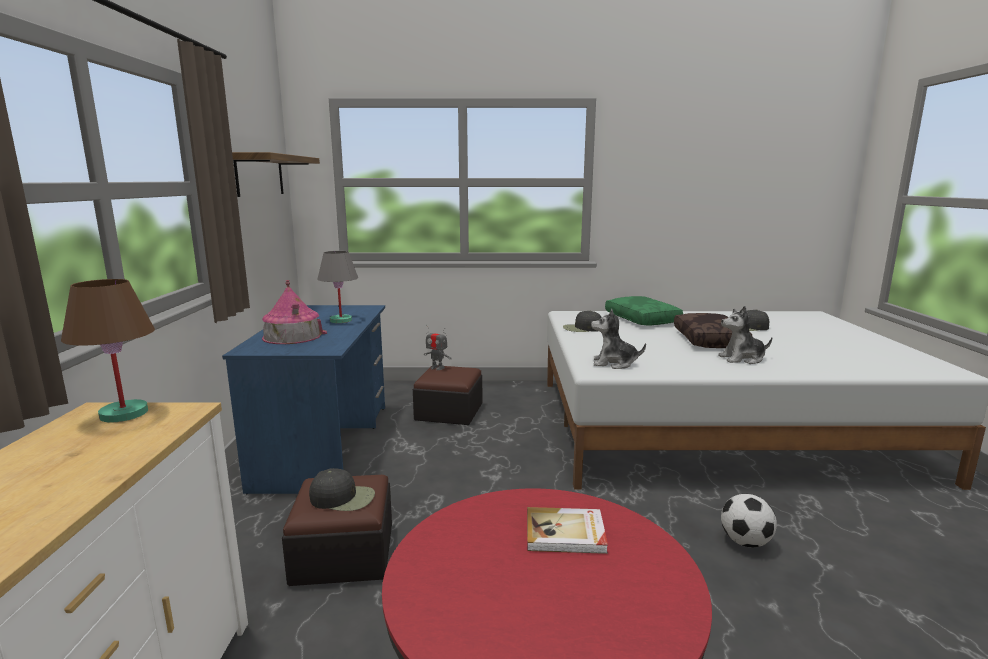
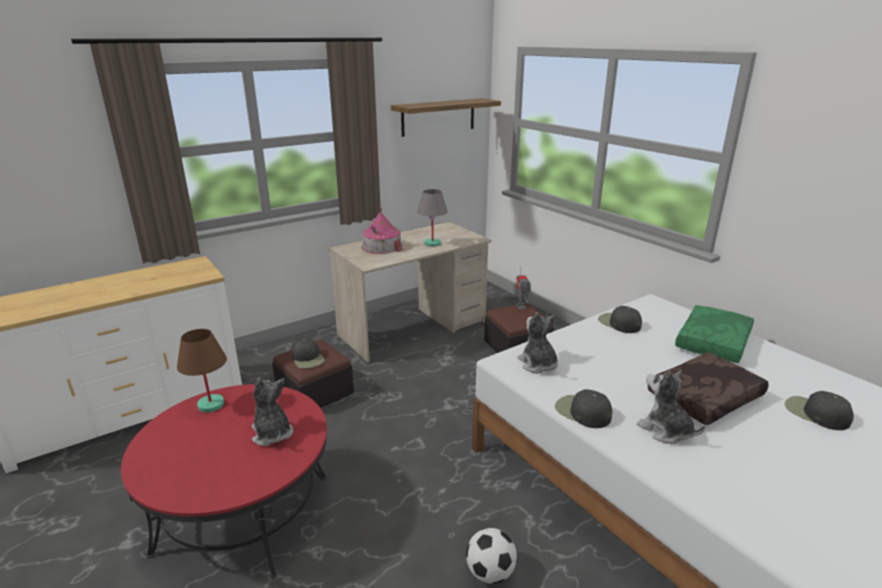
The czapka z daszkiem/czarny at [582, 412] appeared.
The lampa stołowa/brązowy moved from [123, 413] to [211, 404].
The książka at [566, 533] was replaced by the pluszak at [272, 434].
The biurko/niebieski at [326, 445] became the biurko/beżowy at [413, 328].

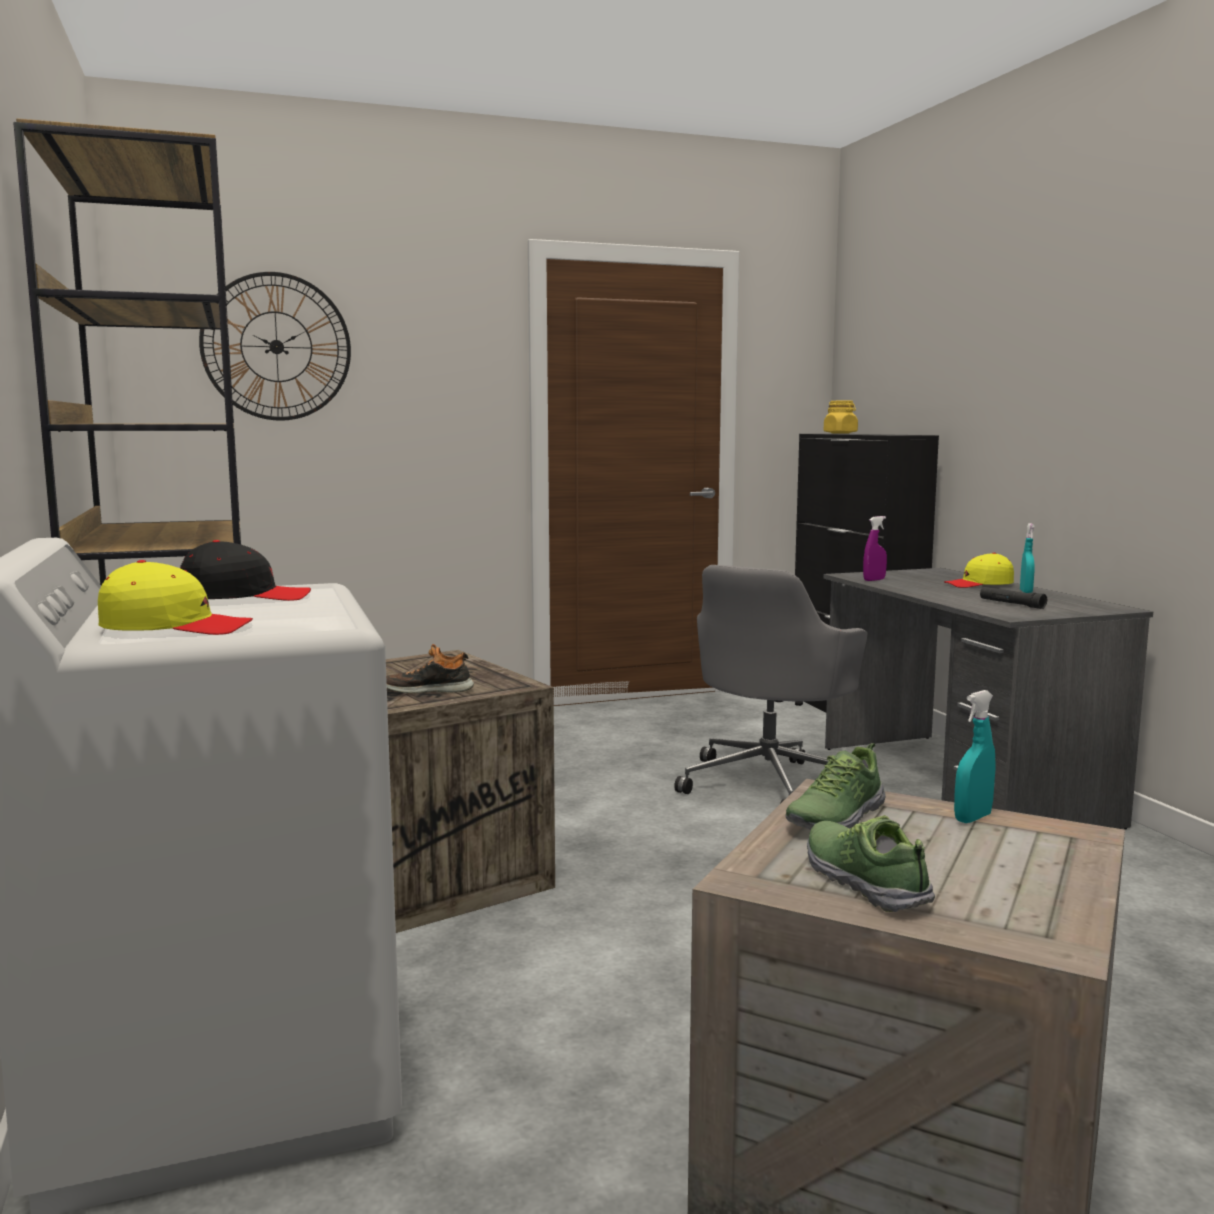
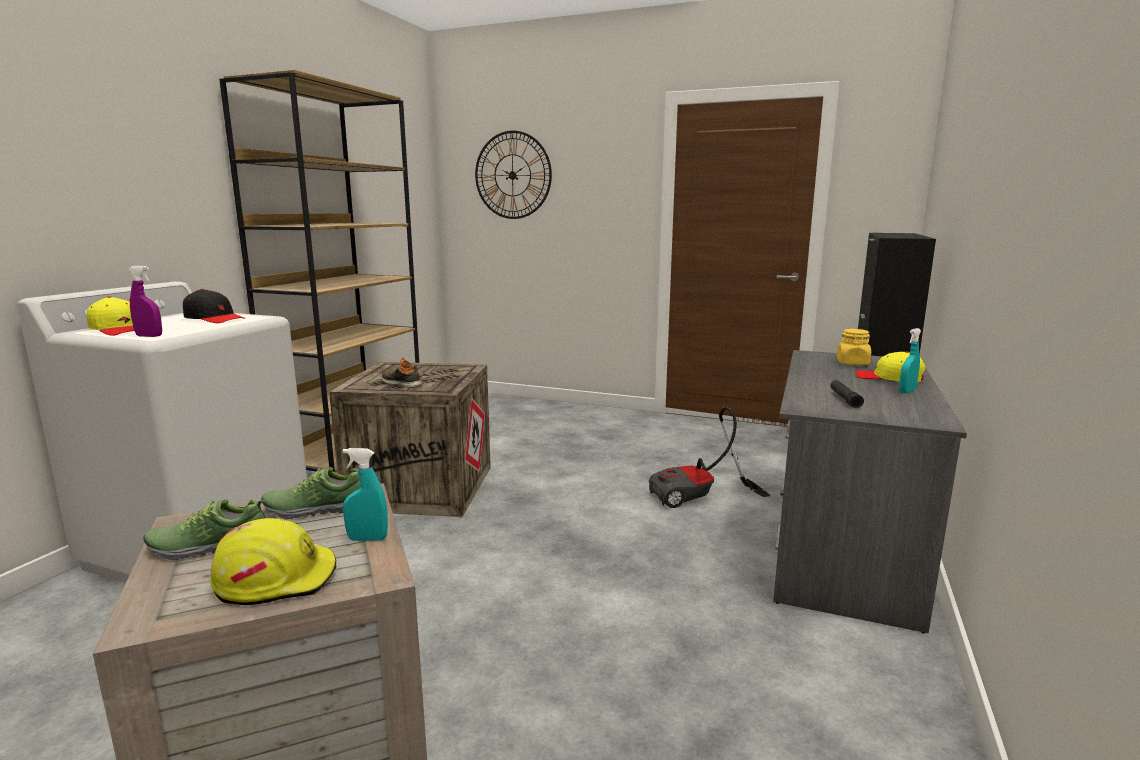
The kask/żółty at [276, 579] appeared.
The słoik/żółty moved from [840, 433] to [852, 363].
The spryskiwacz/fioletowy moved from [874, 580] to [149, 336].
The krzesło biurowe/szary at [770, 783] was replaced by the odkurzacz at [700, 498].
The but at [865, 880] turned 120 degrees counterclockwise.

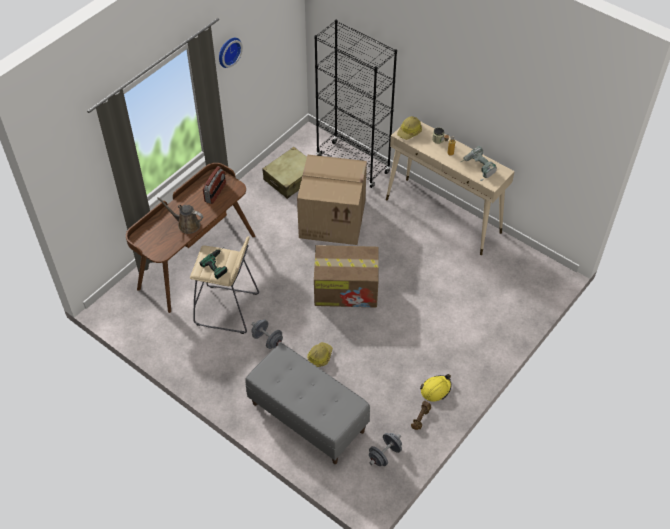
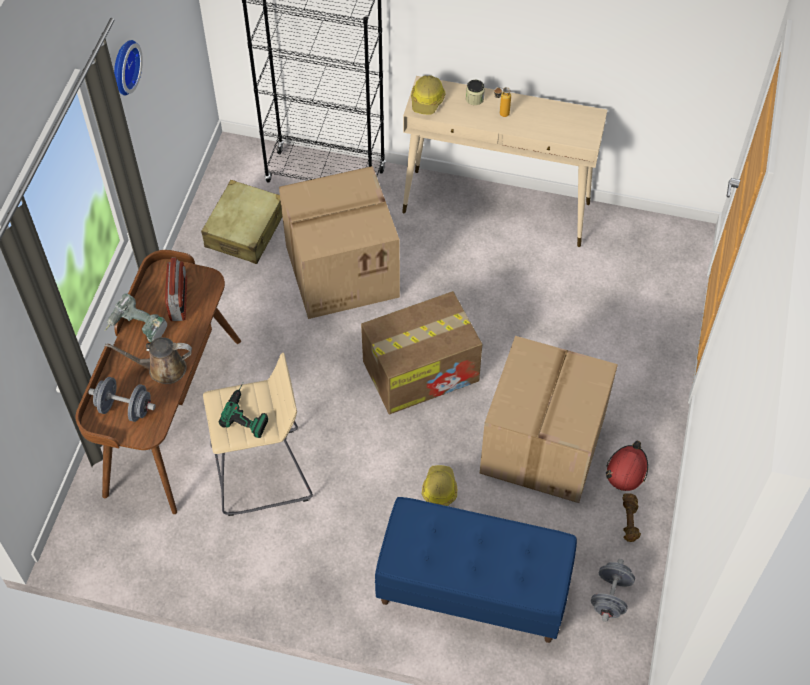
The karton at [544, 447] appeared.
The hantel/szary moved from [267, 340] to [125, 408].
The wiertarka moved from [478, 168] to [137, 329].
The ławka/szary at [307, 417] became the ławka/niebieski at [472, 589].
The kask/żółty at [435, 389] became the kask/czerwony at [626, 470].

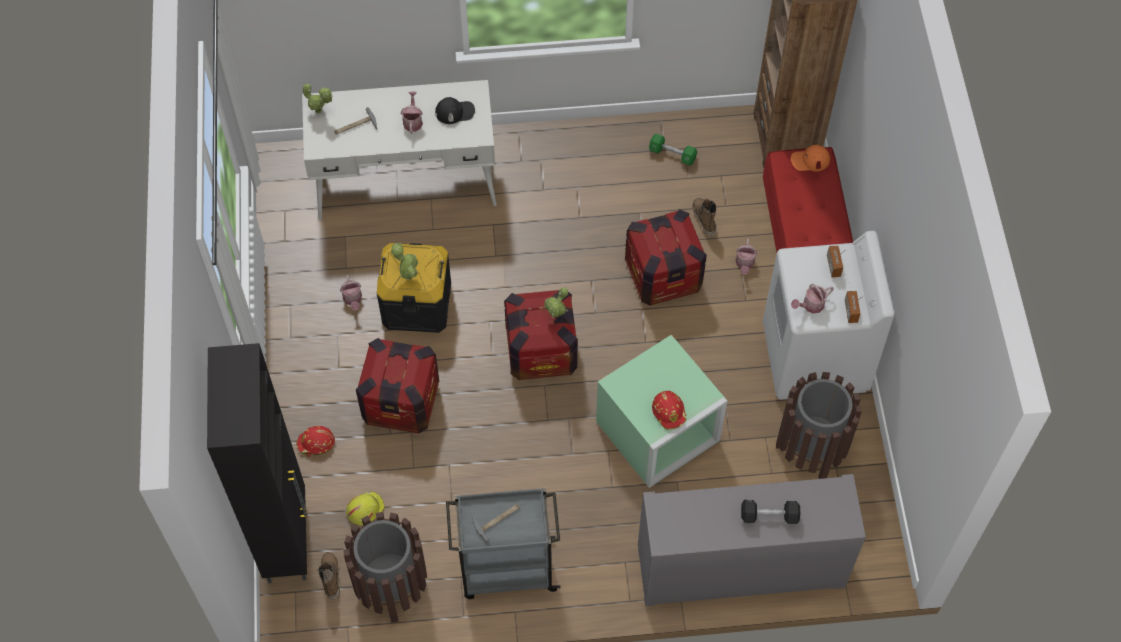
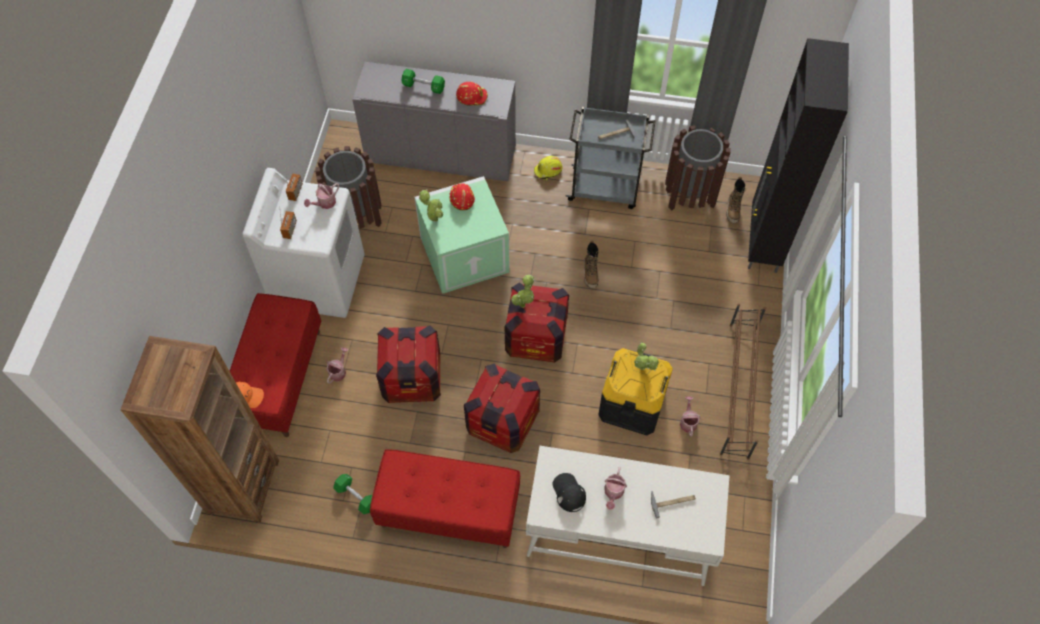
The ławka/czerwony at [448, 511] appeared.
The regał na buty/brązowy at [738, 389] appeared.
The kask/czerwony moved from [316, 444] to [472, 96].
The roślina doniczkowa moved from [320, 112] to [434, 218].
The kask/żółty moved from [365, 509] to [548, 171].
The skrzynka moved from [401, 402] to [502, 421].
The but z cholewką moved from [704, 219] to [590, 274].
The hantel/czarny at [769, 516] became the hantel/zielony at [423, 86].
The czapka z daszkiem/czarny at [455, 112] turned 60 degrees clockwise.
The konewka at [810, 305] turned 150 degrees clockwise.

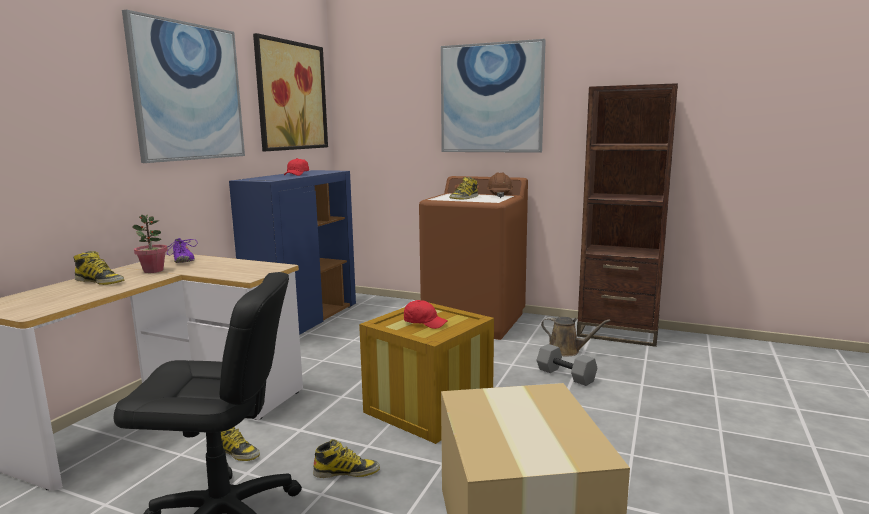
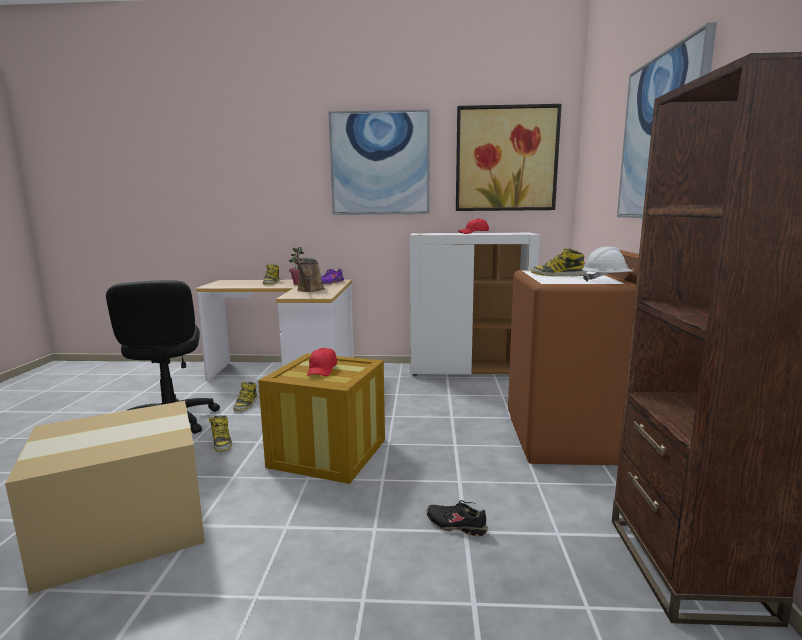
The konewka/brązowy moved from [567, 351] to [309, 290].
The hantel/szary at [566, 375] was replaced by the but/czarny at [456, 525].
The szafka/niebieski at [304, 321] became the szafka/biały at [469, 370].
The kask/brązowy at [499, 196] became the kask/biały at [605, 280].

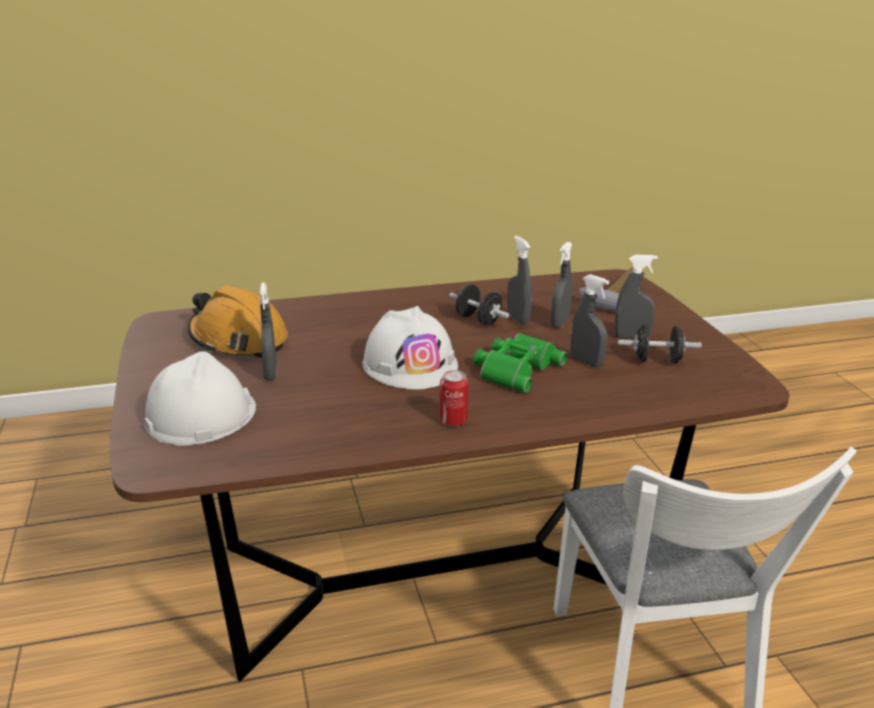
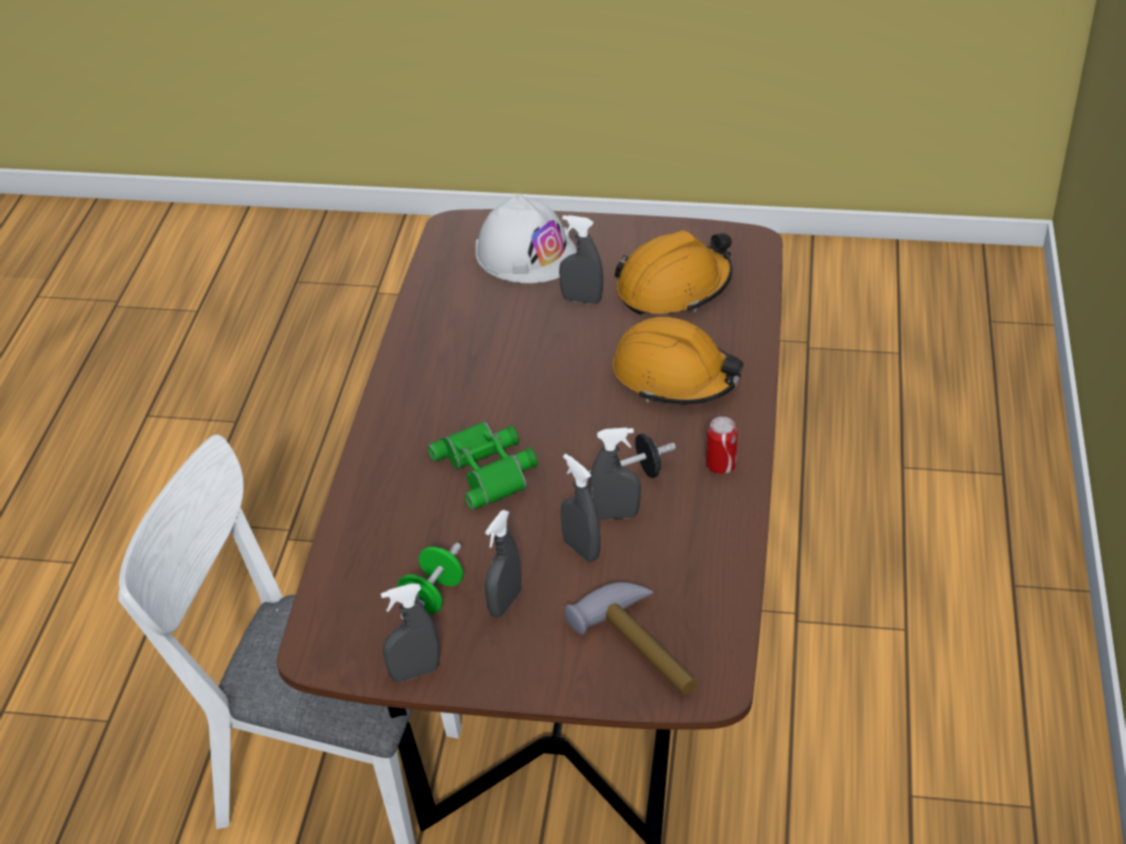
The kask/biały at [410, 364] disappeared.
The kask/pomarańczowy at [675, 377] appeared.
The puszka moved from [453, 420] to [720, 465].
The spryskiwacz/szary moved from [586, 362] to [414, 673].
The hantel/czarny at [657, 361] became the hantel/zielony at [432, 597].

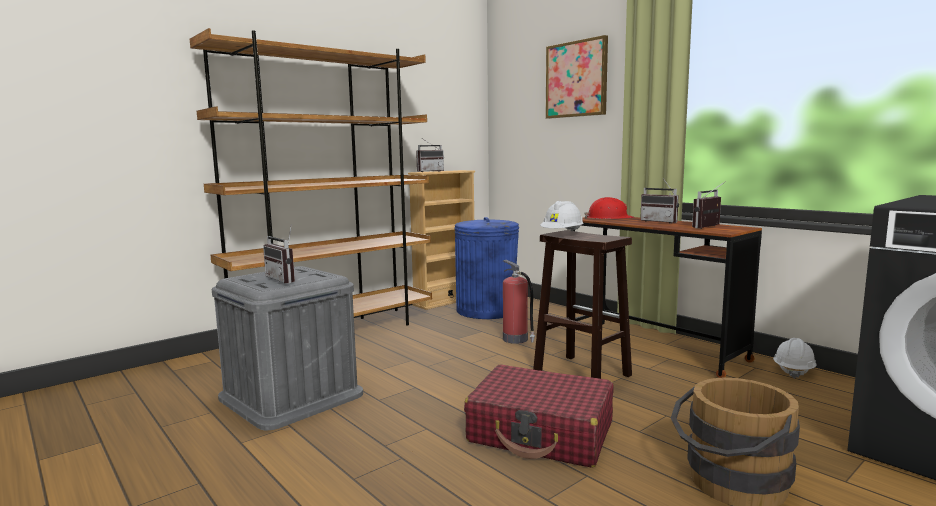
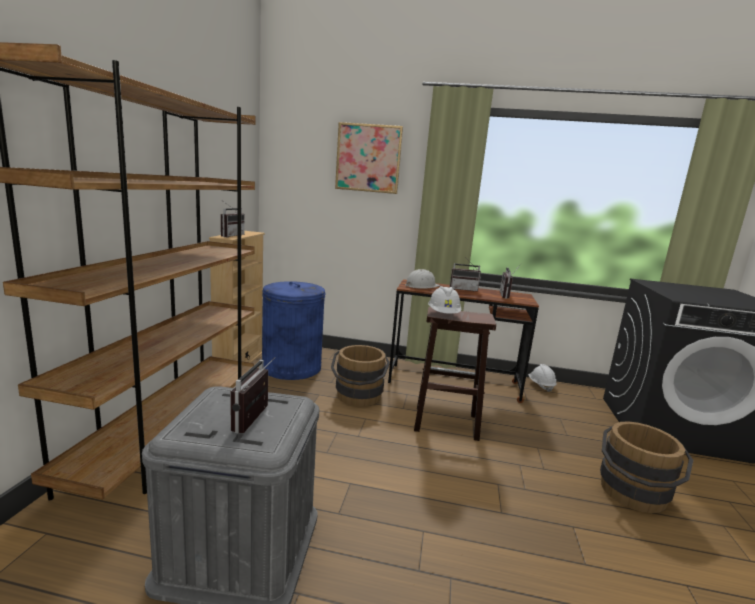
The walizka/czerwony at [541, 432] disappeared.
The gaśnica at [516, 339] was replaced by the wiadro/brązowy at [358, 398].
The kask/czerwony at [609, 218] became the kask/biały at [421, 286].
The radio at [285, 279] turned 90 degrees clockwise.

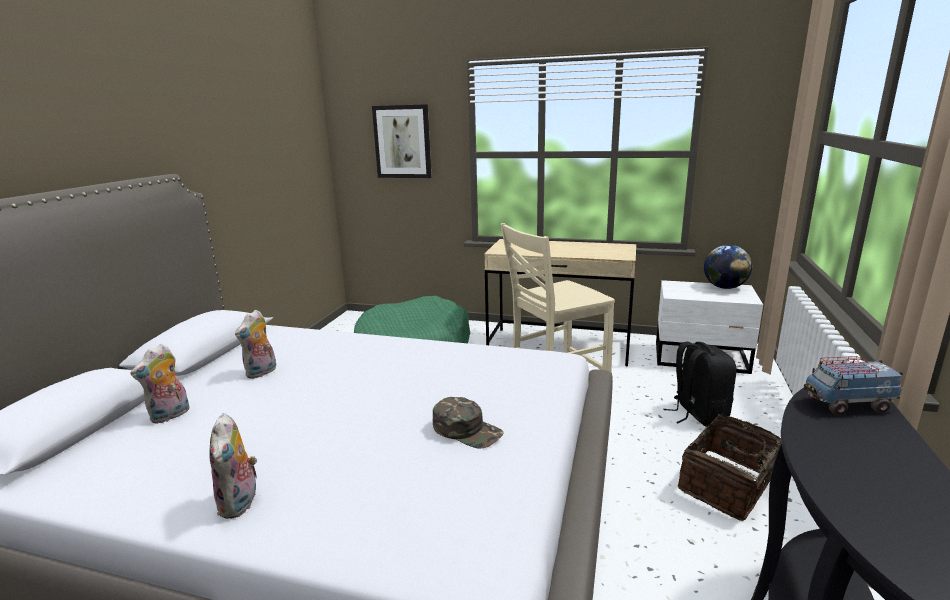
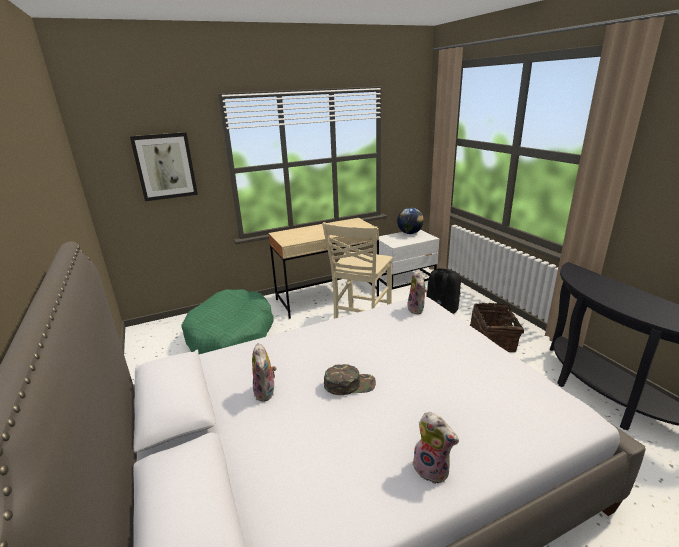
The ciężarówka zabawkowa at [846, 404] disappeared.
The pluszak moved from [170, 416] to [417, 309].
The czapka z daszkiem/zielony moved from [467, 430] to [349, 384].

